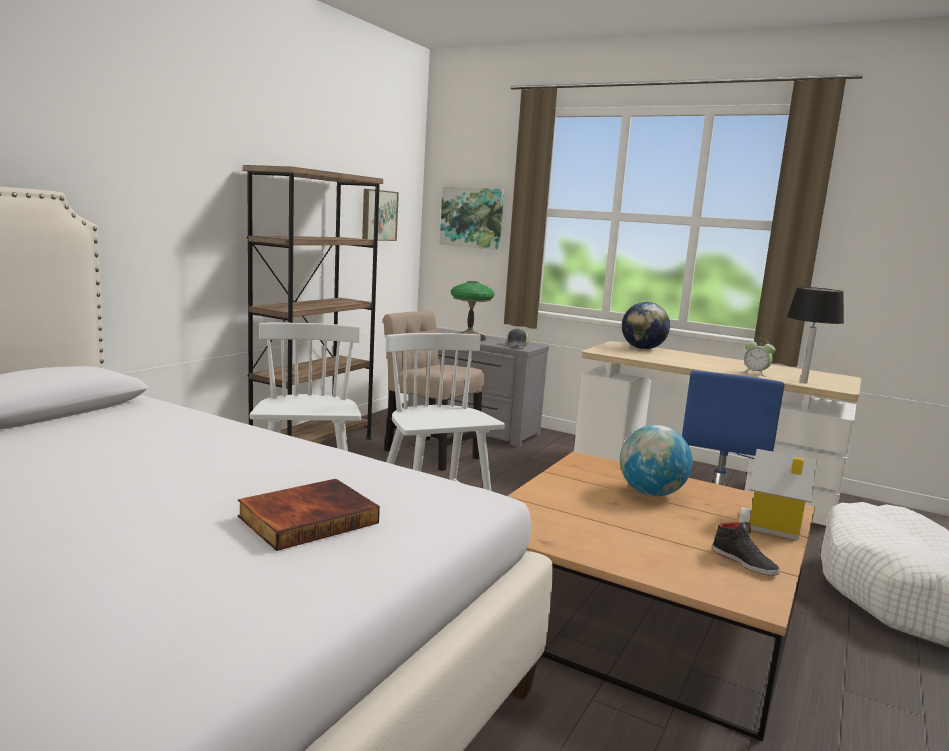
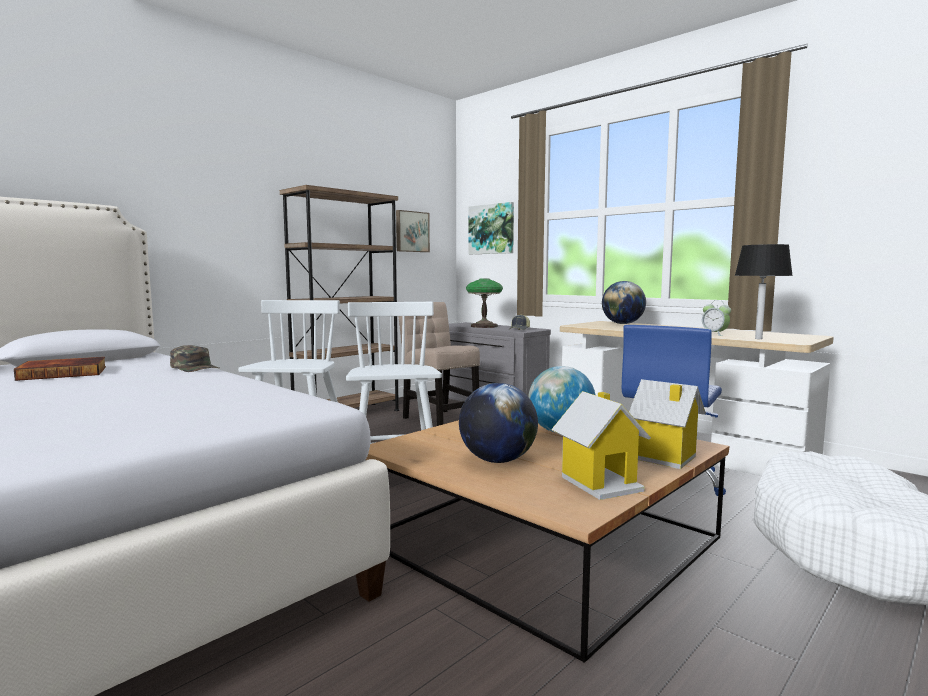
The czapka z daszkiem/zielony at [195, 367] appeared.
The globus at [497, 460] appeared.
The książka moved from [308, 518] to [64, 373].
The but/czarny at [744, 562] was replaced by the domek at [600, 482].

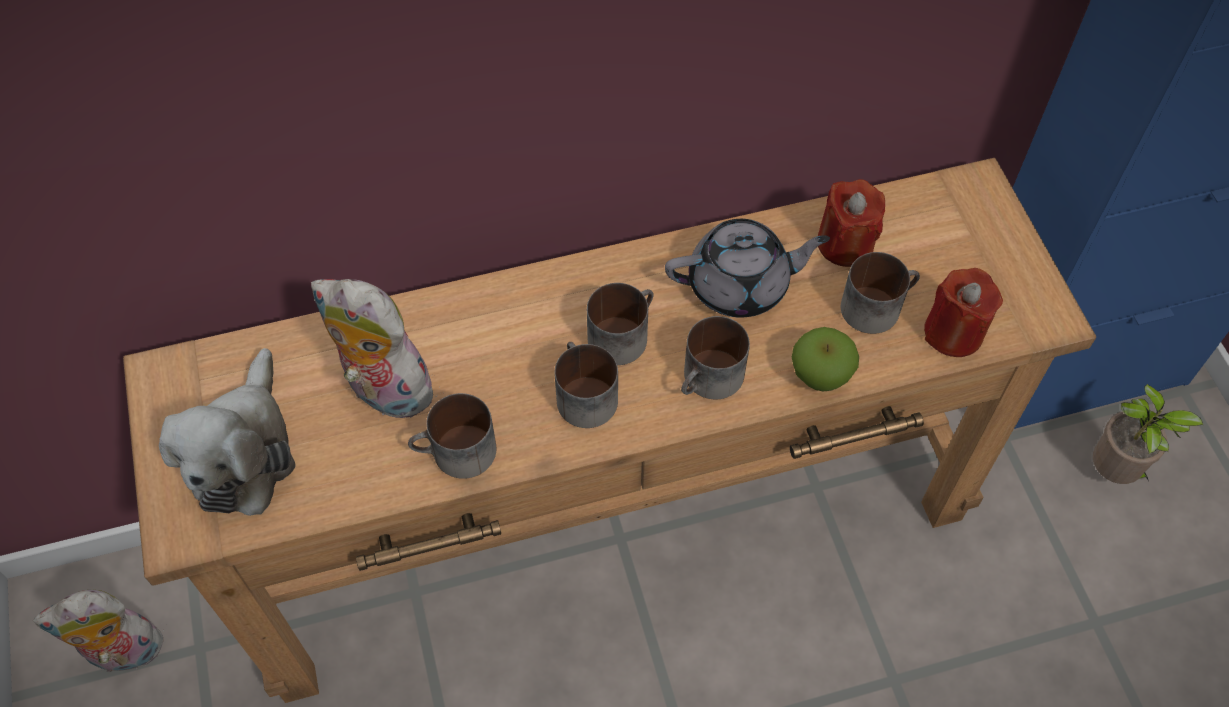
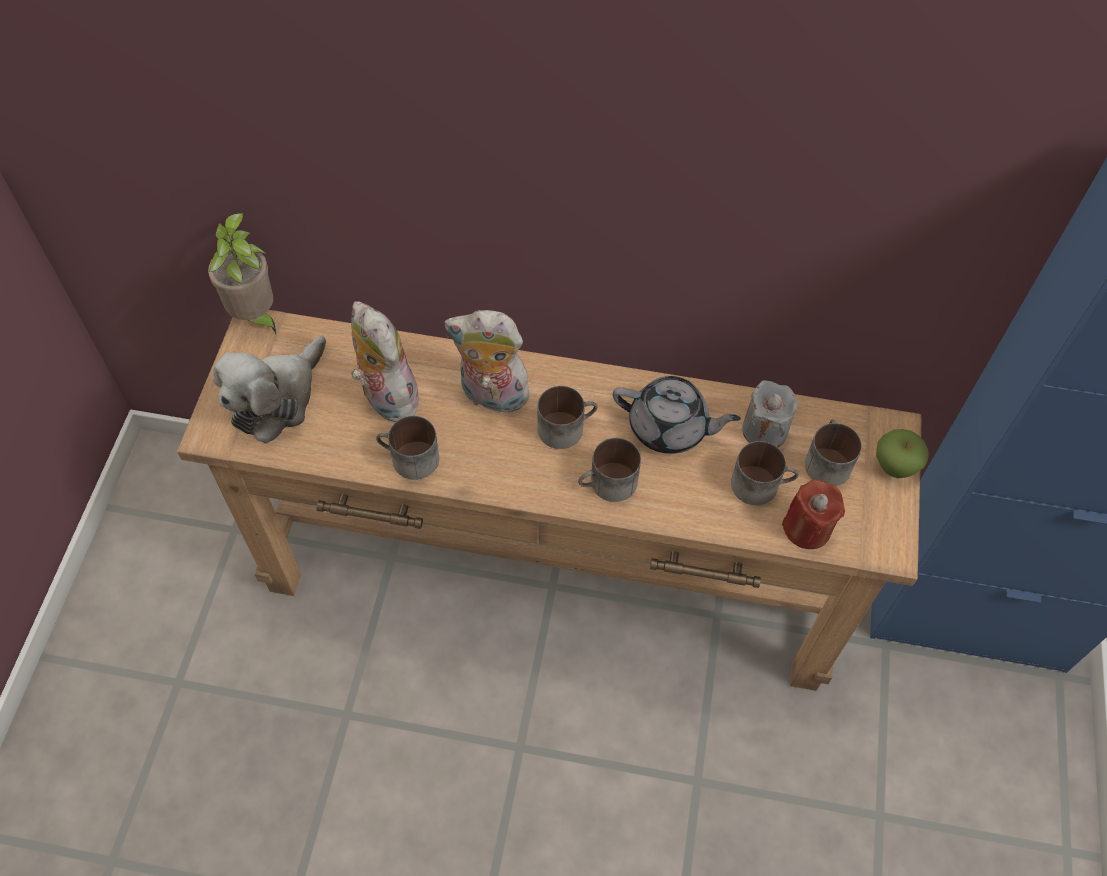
The pluszak moved from [123, 654] to [491, 396].
The kubek moved from [581, 395] to [825, 460].
The jabłko moved from [820, 376] to [894, 466].
The roślina doniczkowa moved from [1114, 473] to [255, 316].
The świeca/czerwony at [845, 244] became the świeca/szary at [764, 430].

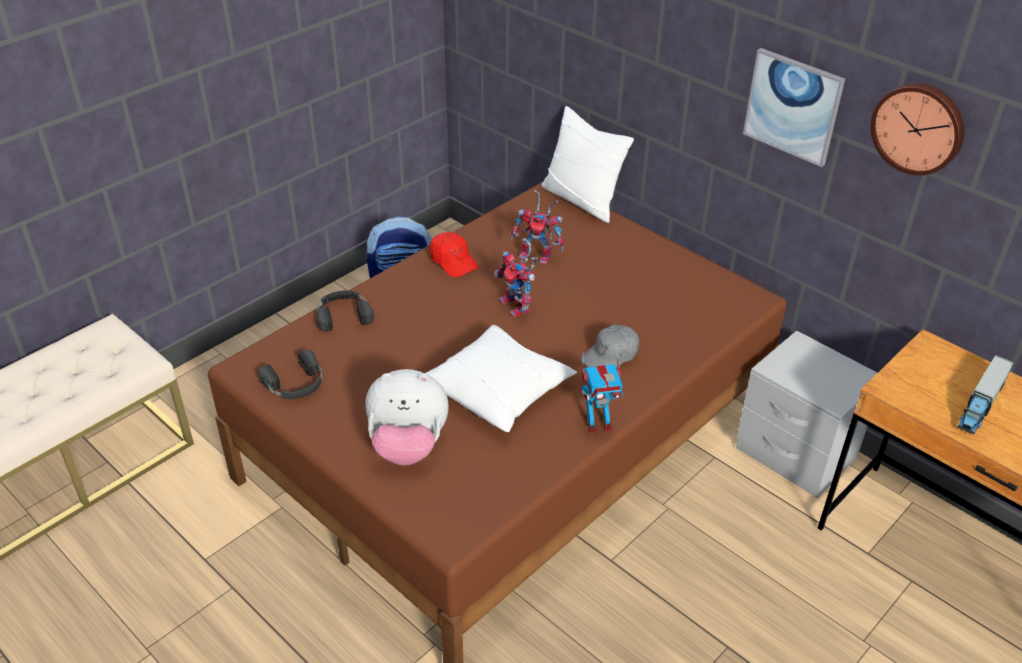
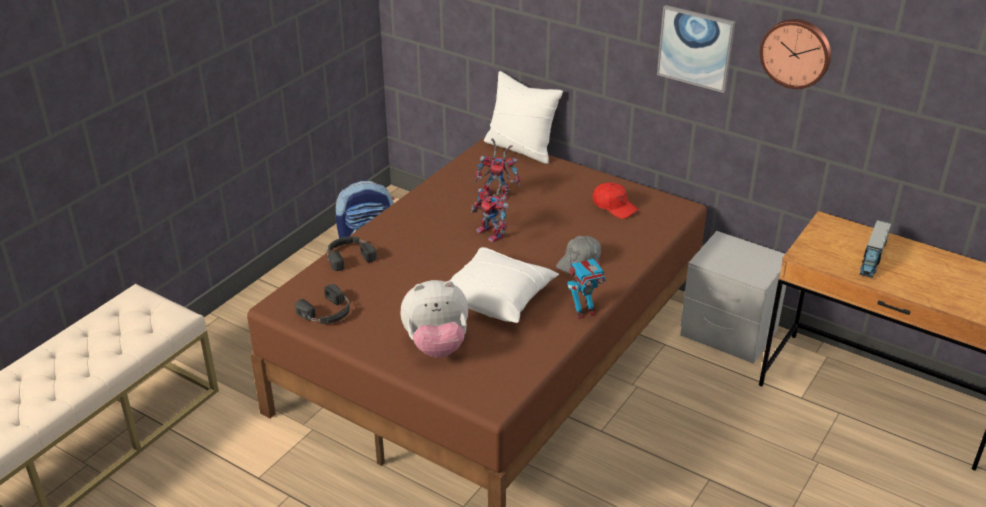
The czapka z daszkiem/czerwony moved from [453, 261] to [614, 206].

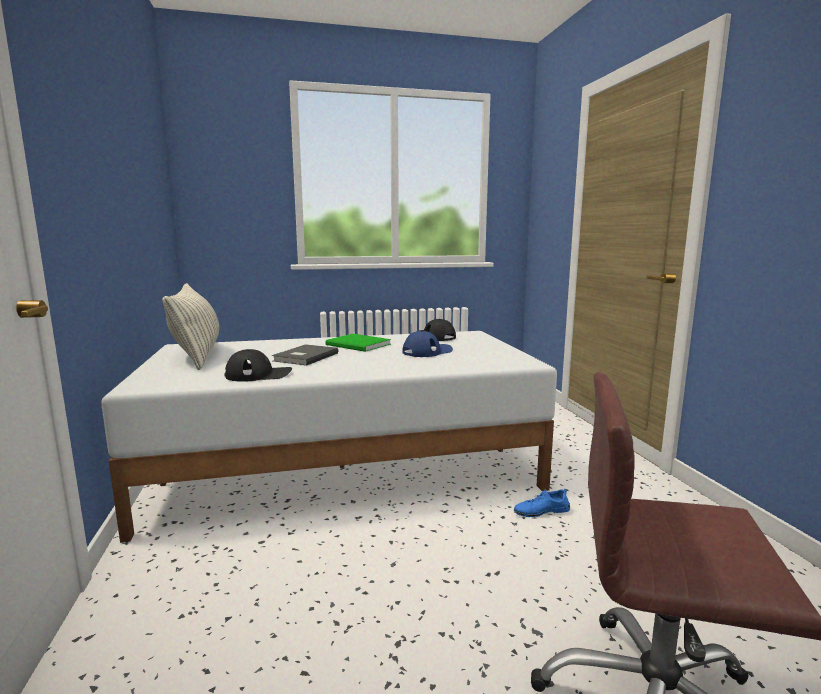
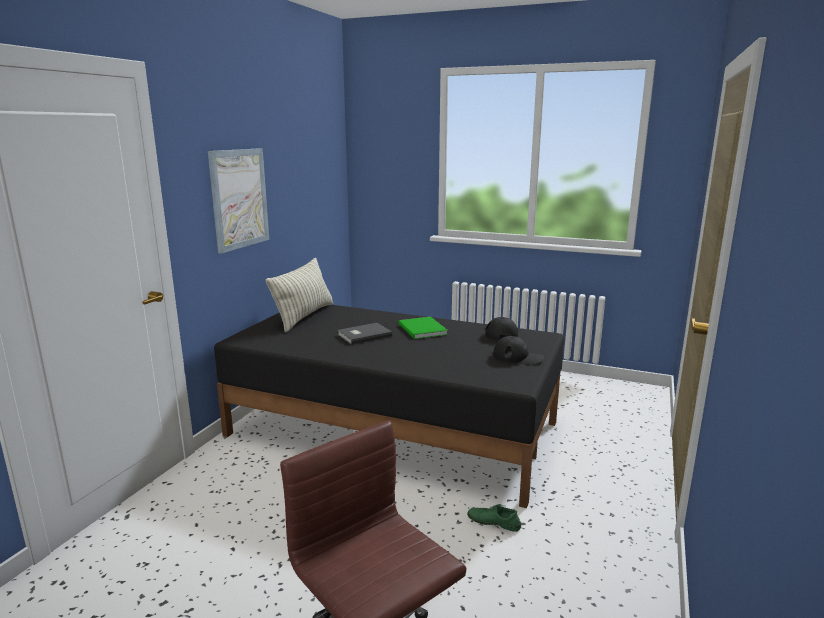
The czapka z daszkiem/niebieski at [427, 351] disappeared.
The obraz at [239, 199] appeared.
The czapka z daszkiem/czarny moved from [259, 374] to [518, 357].
The łóżko/biały at [343, 466] became the łóżko/czarny at [393, 428].
The but/niebieski at [541, 511] became the but/zielony at [493, 522].

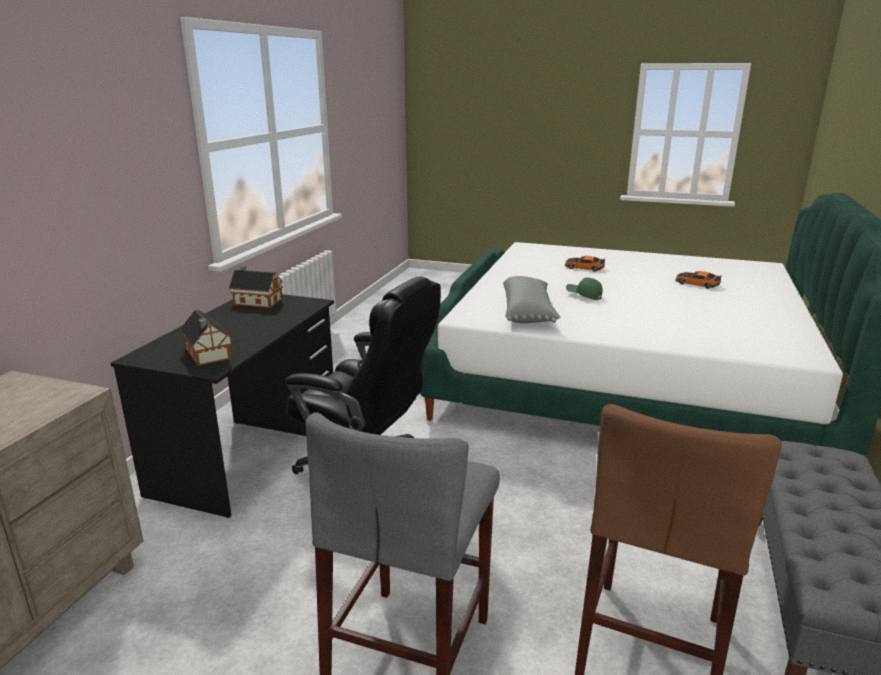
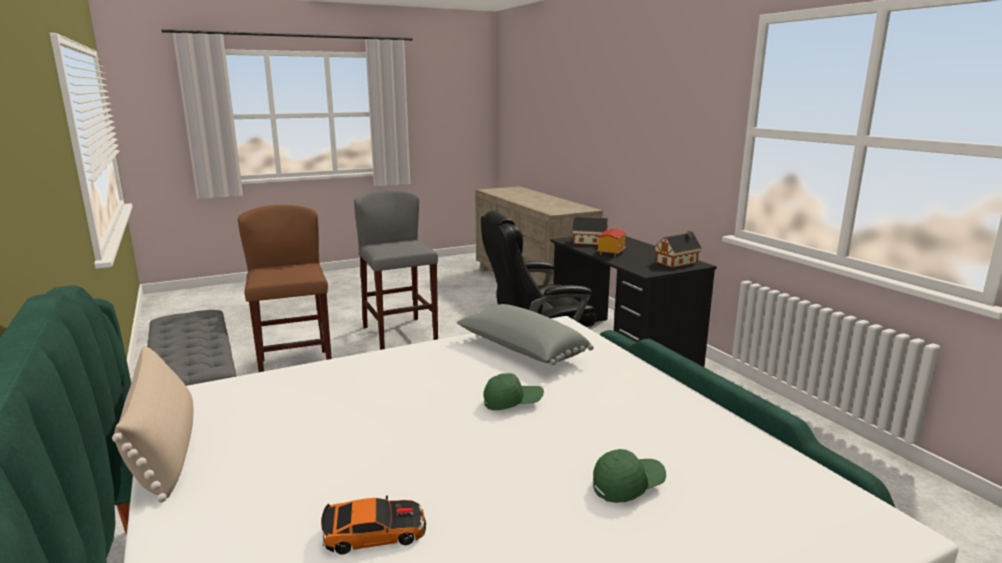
The poduszka/beżowy at [165, 450] appeared.
The domek at [610, 252] appeared.
The samochodzik at [584, 267] was replaced by the czapka z daszkiem/zielony at [628, 486].

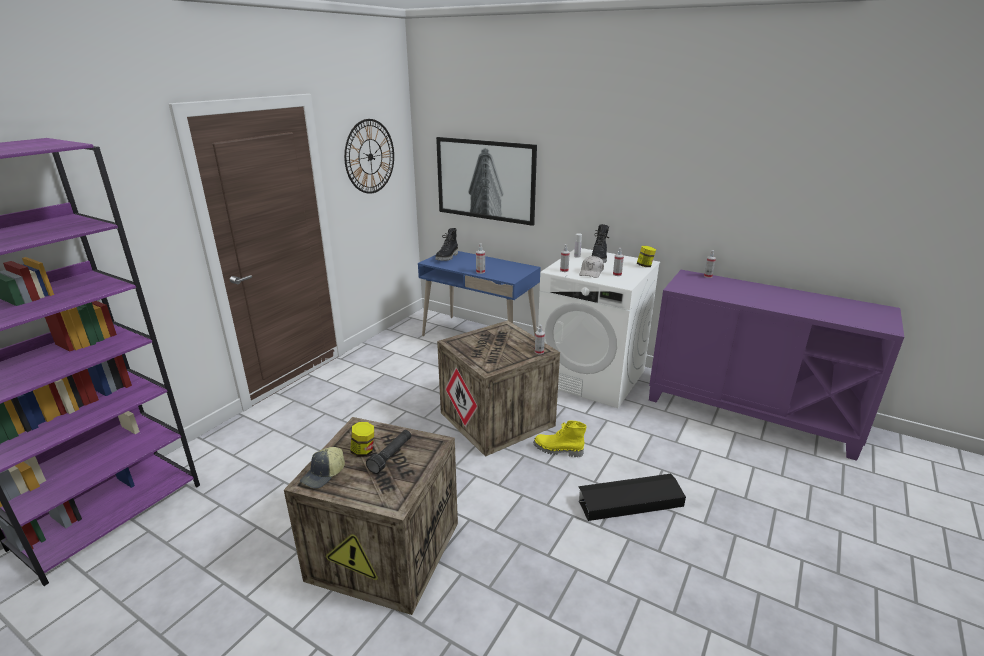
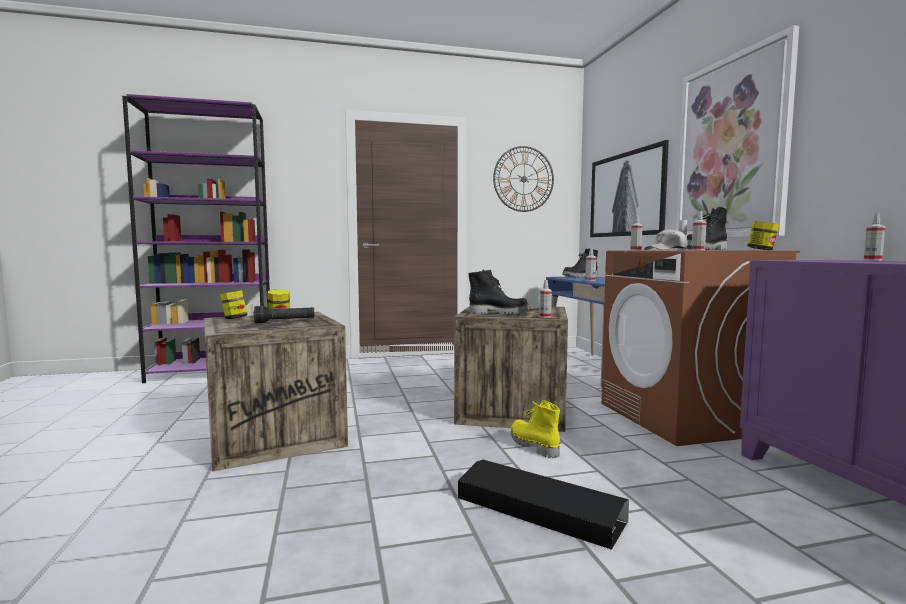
The but z cholewką/czarny at [498, 313] appeared.
The obraz at [731, 148] appeared.
The czapka z daszkiem at [324, 474] was replaced by the słoik at [234, 318].
The pralka/biały at [592, 377] became the pralka/brązowy at [685, 418].

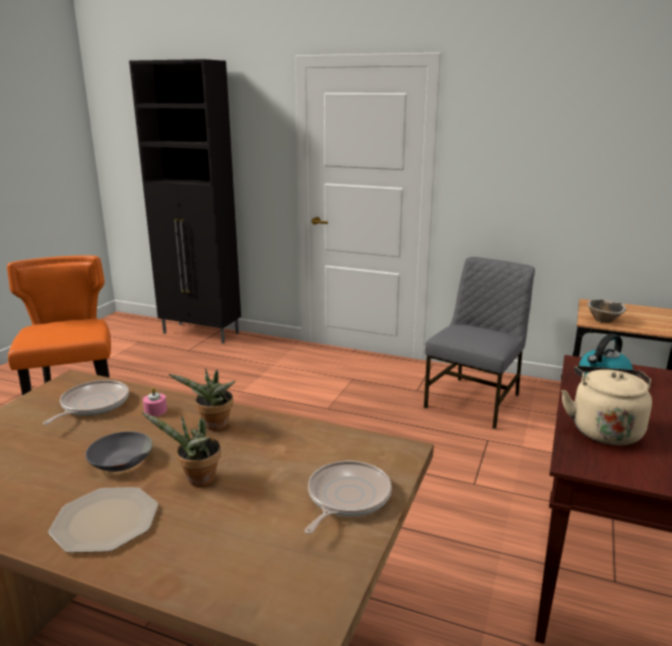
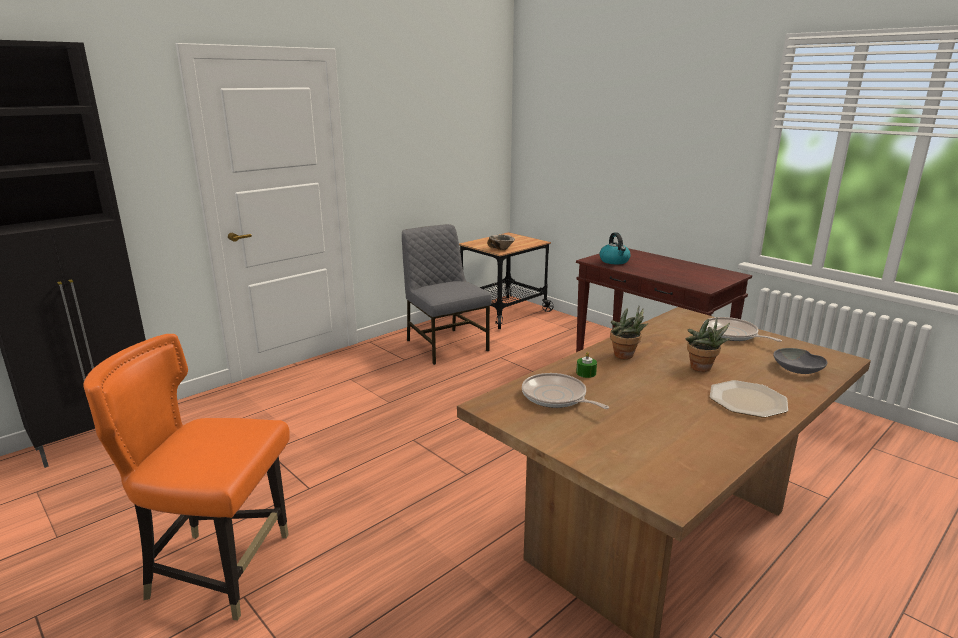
The czajnik/beżowy at [604, 429] disappeared.
The miska/szary moved from [119, 461] to [798, 368].
The świeca/różowy at [155, 411] became the świeca/zielony at [586, 373].

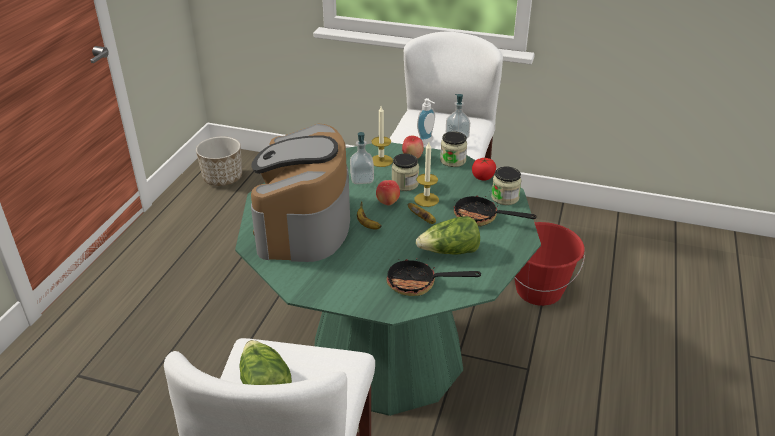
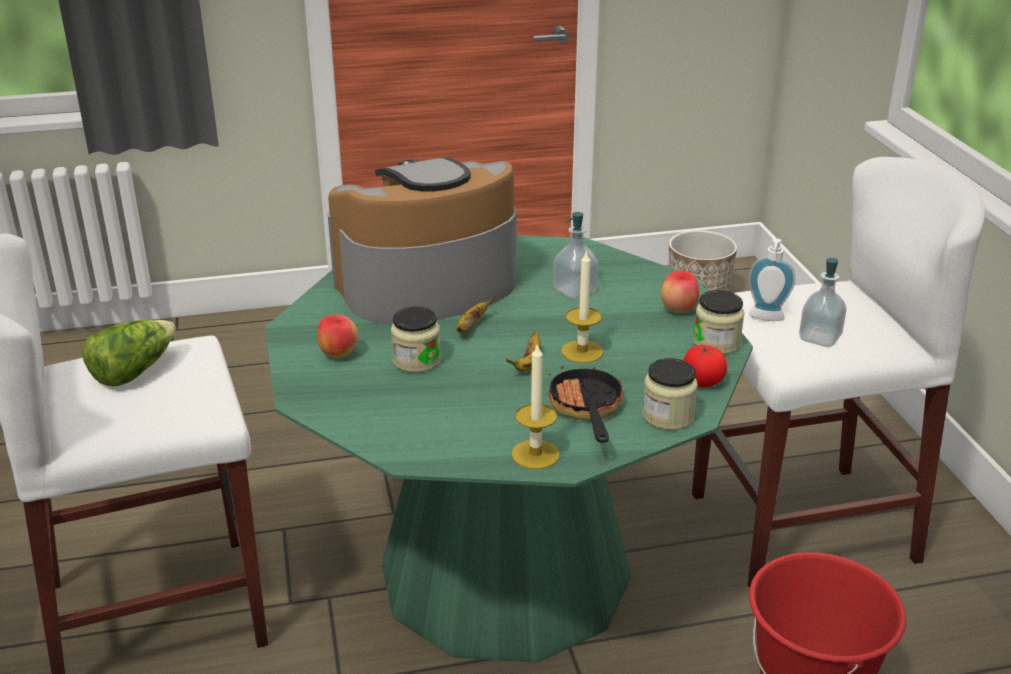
The patelnia at [419, 284] disappeared.
The sałata at [450, 252] disappeared.
The świeca moved from [381, 161] to [535, 454].
The jabłko moved from [388, 203] to [339, 354].
The słoik moved from [405, 184] to [416, 361].

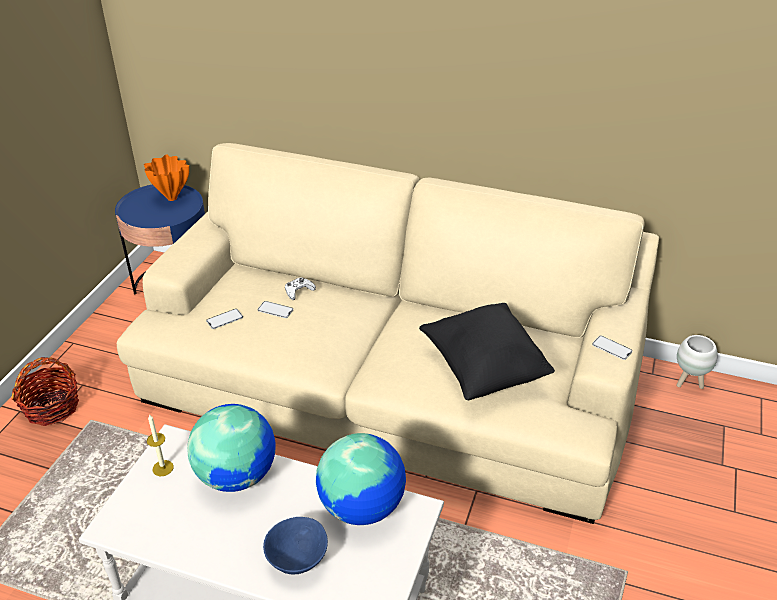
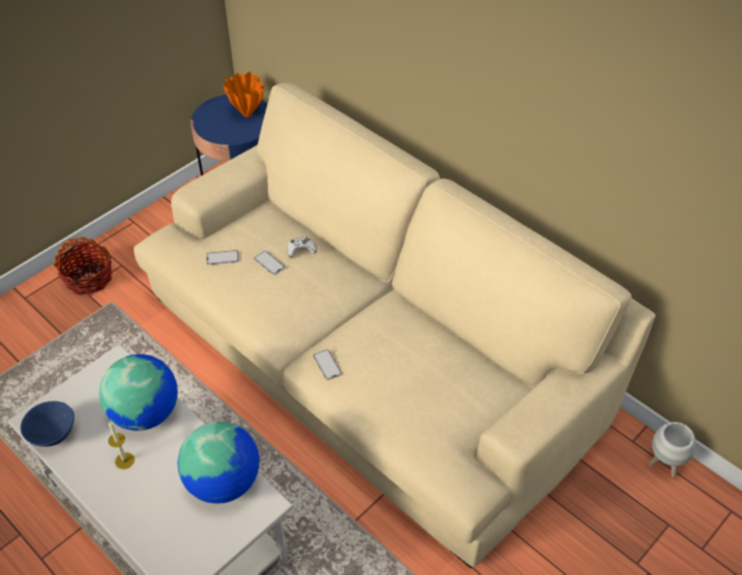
The poduszka/czarny at [484, 369] disappeared.
The świeca moved from [163, 468] to [124, 460].
The miska/niebieski moved from [296, 560] to [53, 434].
The telefon moved from [612, 348] to [327, 365].

